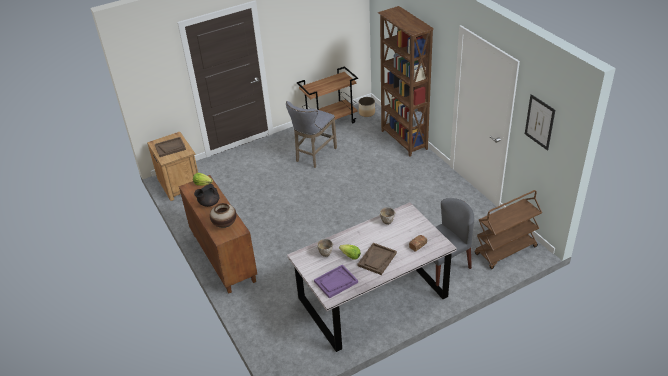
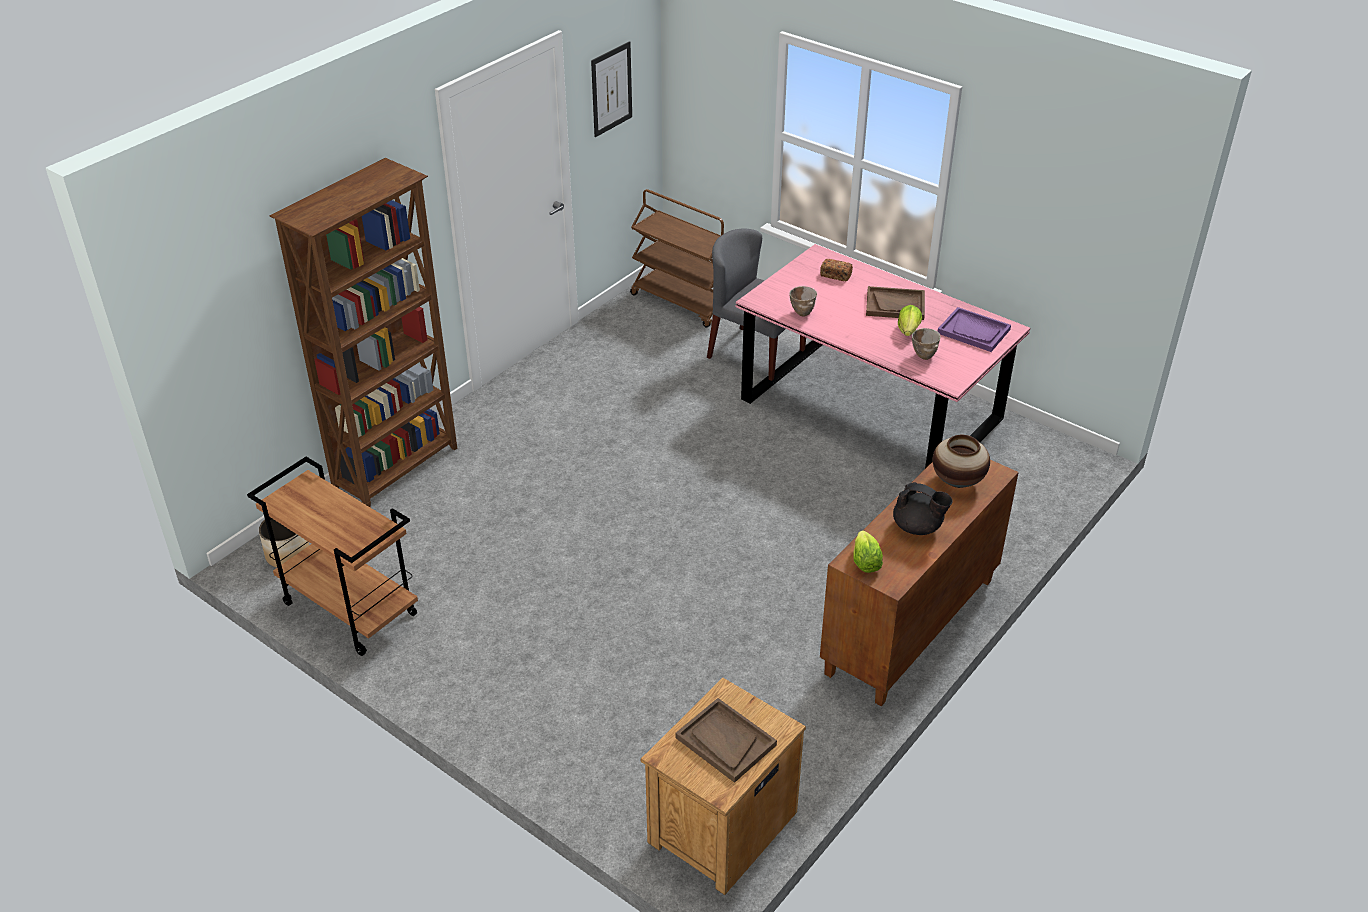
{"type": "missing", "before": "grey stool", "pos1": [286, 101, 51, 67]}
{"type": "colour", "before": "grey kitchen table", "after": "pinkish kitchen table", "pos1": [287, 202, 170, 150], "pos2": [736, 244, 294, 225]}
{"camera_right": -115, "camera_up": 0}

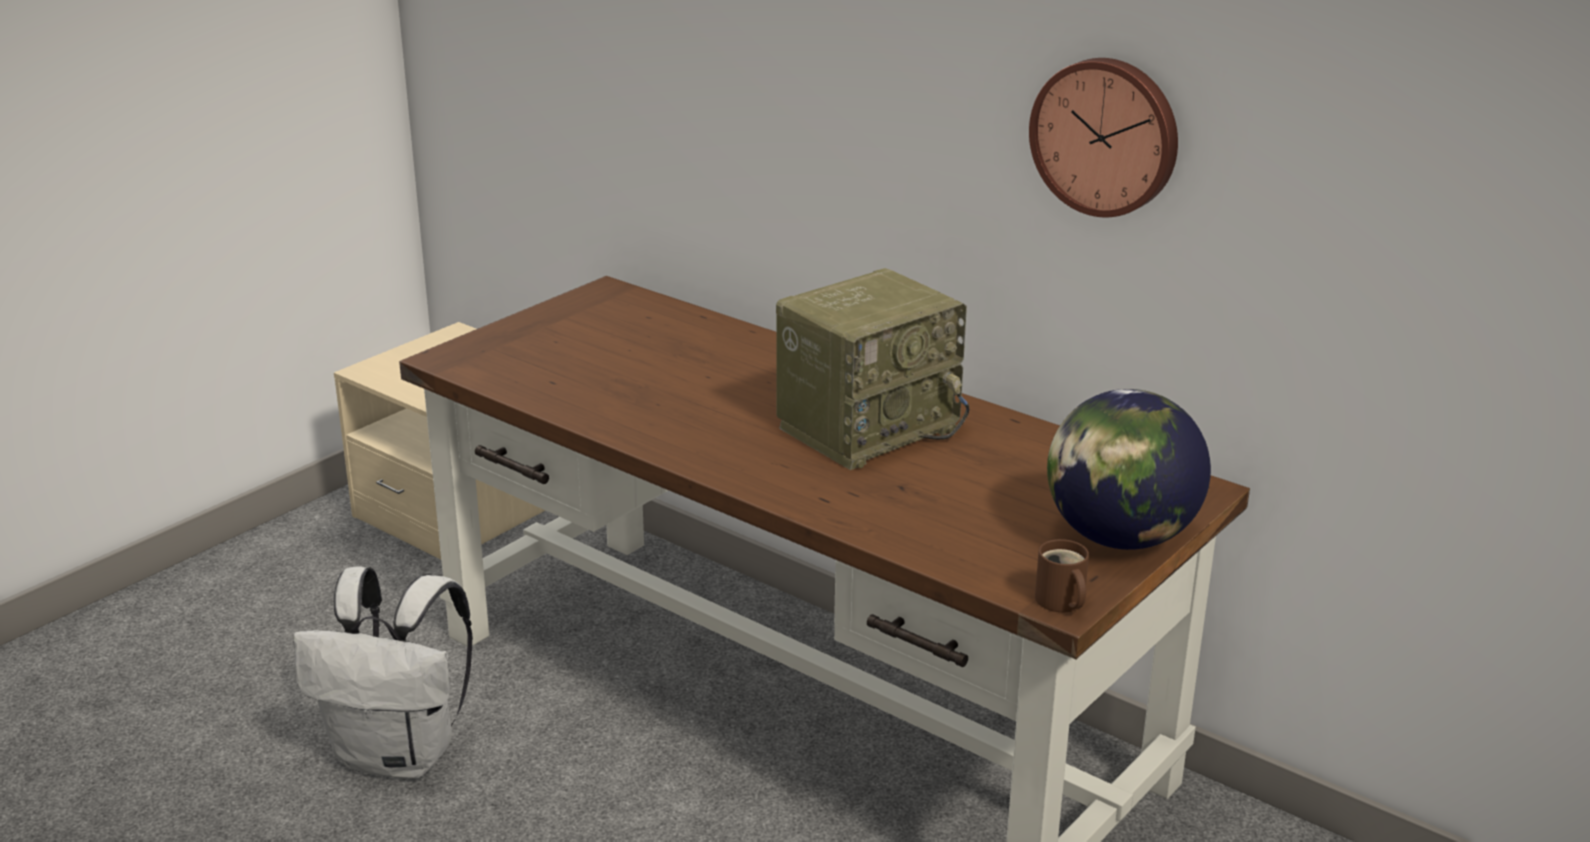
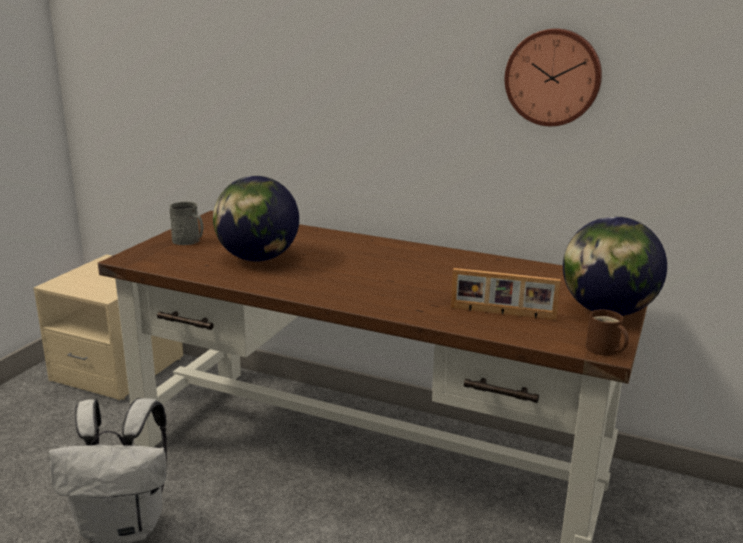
{"type": "missing", "before": "radio set", "pos1": [776, 268, 193, 202]}
{"type": "appeared", "after": "grey tea mug", "pos2": [169, 201, 34, 44]}
{"type": "appeared", "after": "world globe", "pos2": [213, 176, 86, 86]}
{"type": "appeared", "after": "standing frame", "pos2": [451, 268, 110, 52]}
{"camera_right": -15, "camera_up": -5}

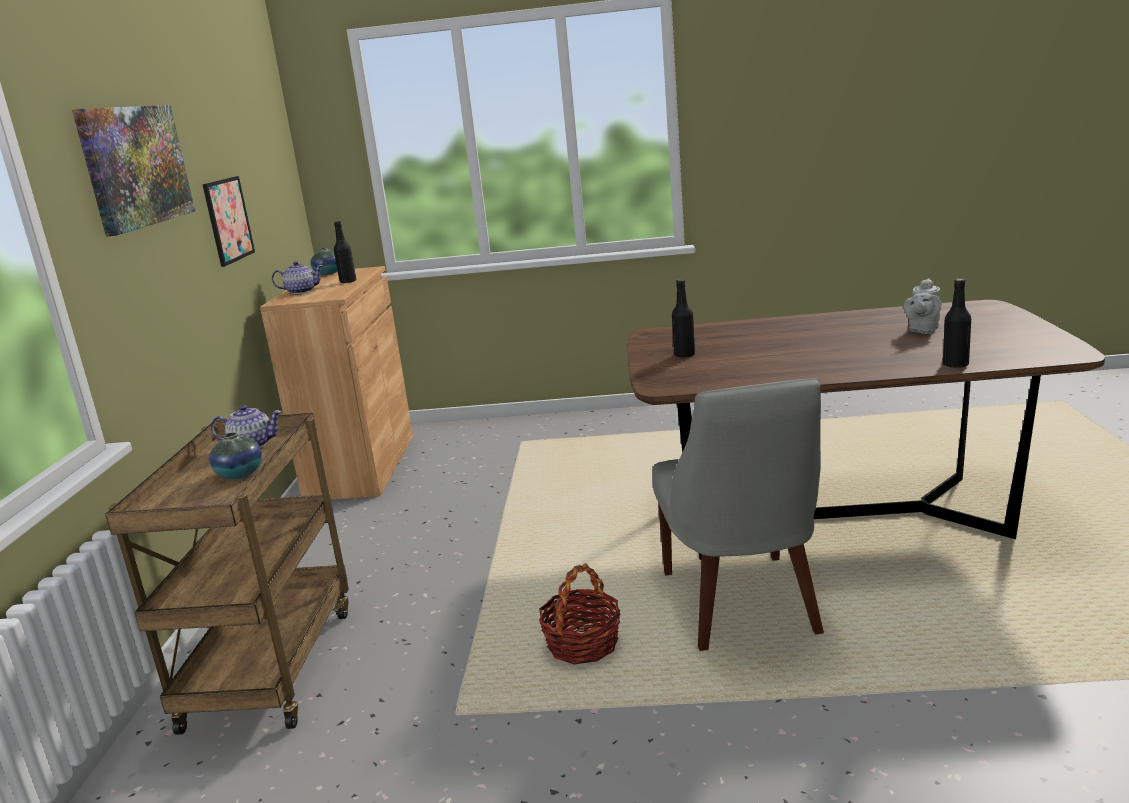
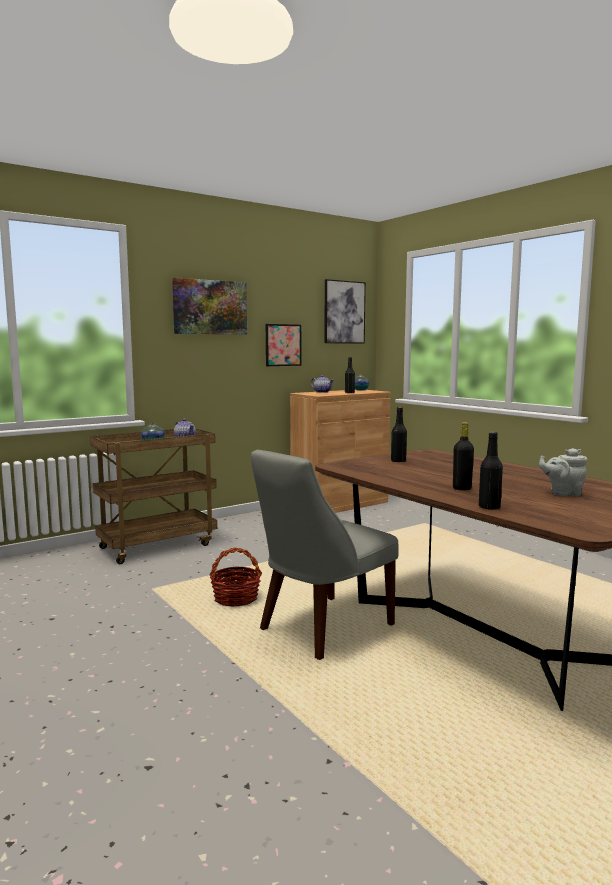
{"type": "appeared", "after": "wall art", "pos2": [324, 279, 42, 64]}
{"type": "appeared", "after": "blackish drink bottle", "pos2": [453, 422, 21, 68]}
{"camera_right": 50, "camera_up": -10}

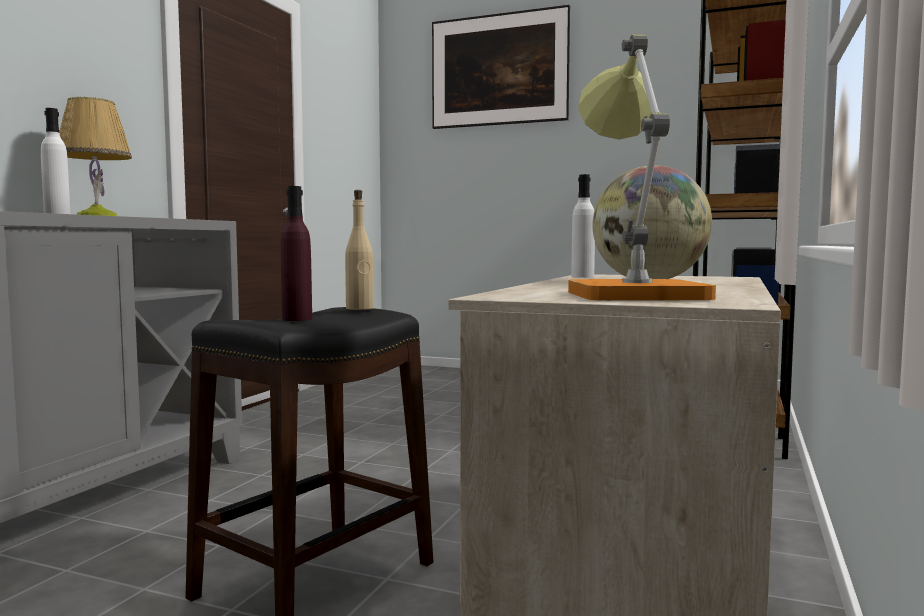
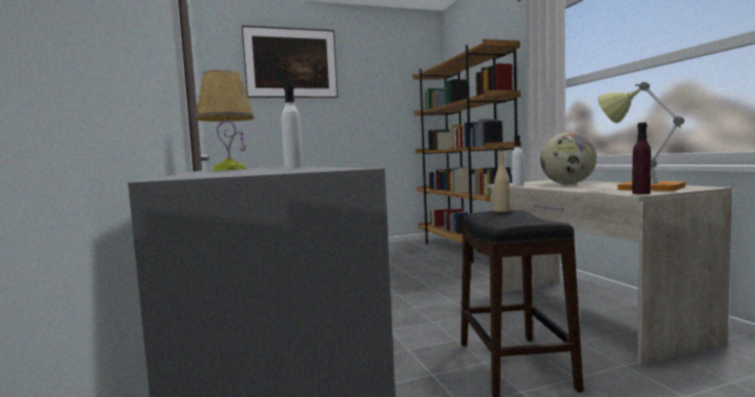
{"type": "relocated", "before": "purple drink bottle", "pos1": [281, 186, 31, 135], "pos2": [632, 123, 19, 71]}
{"camera_right": -40, "camera_up": 0}

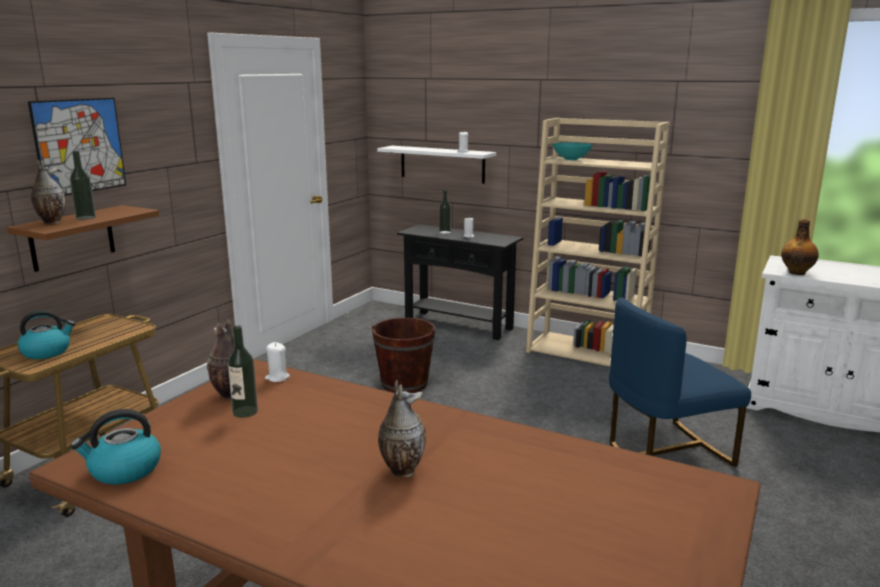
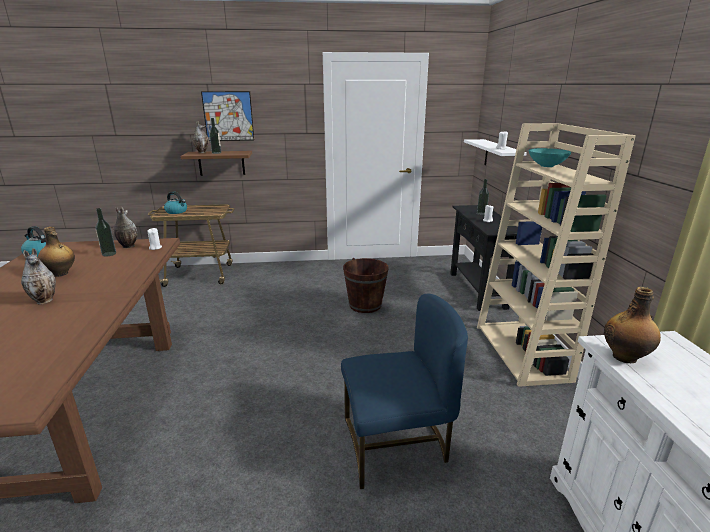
{"type": "appeared", "after": "drink bottle", "pos2": [38, 227, 37, 50]}
{"type": "spun", "before": "blue plain chair", "pos1": [609, 298, 142, 169], "pos2": [341, 294, 127, 195], "turn": 135}
{"camera_right": 55, "camera_up": 5}

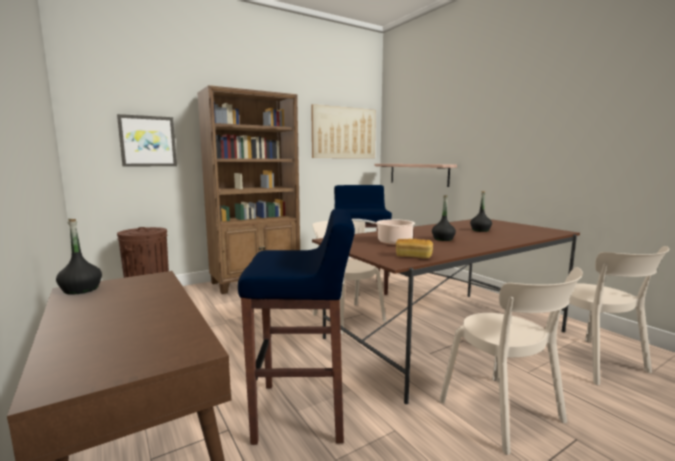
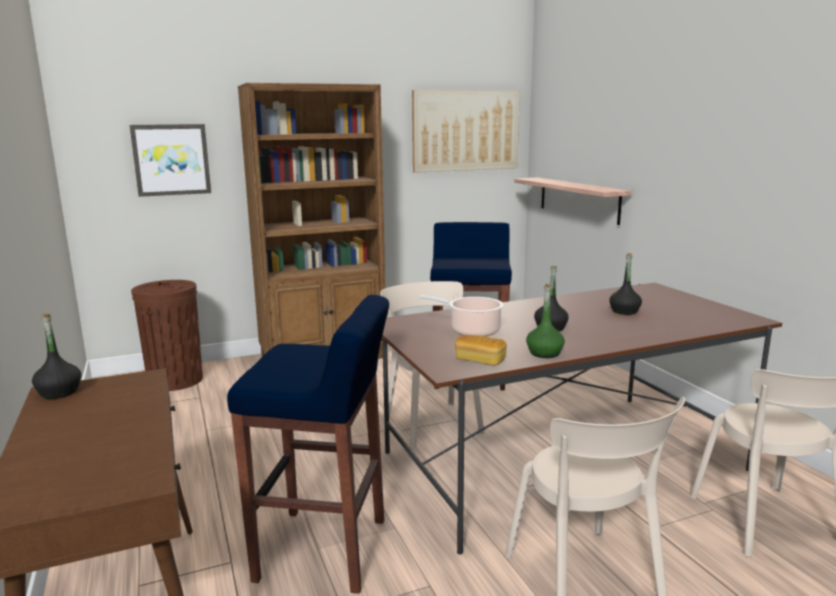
{"type": "appeared", "after": "green-coloured drink bottle", "pos2": [526, 283, 39, 75]}
{"camera_right": 10, "camera_up": 5}

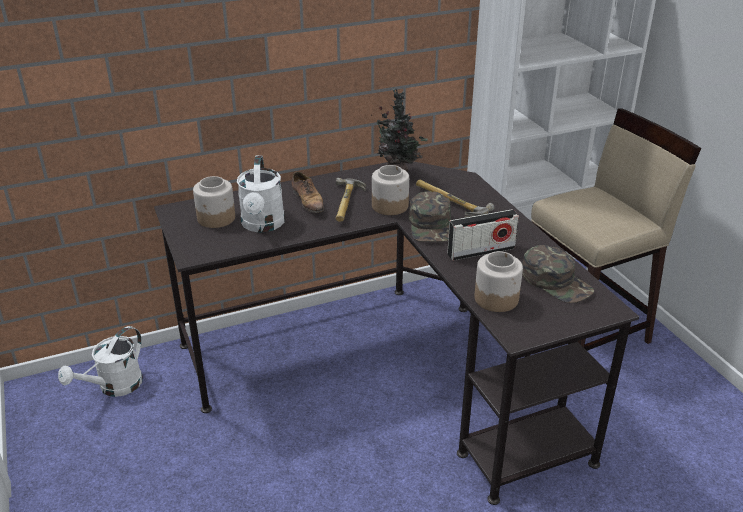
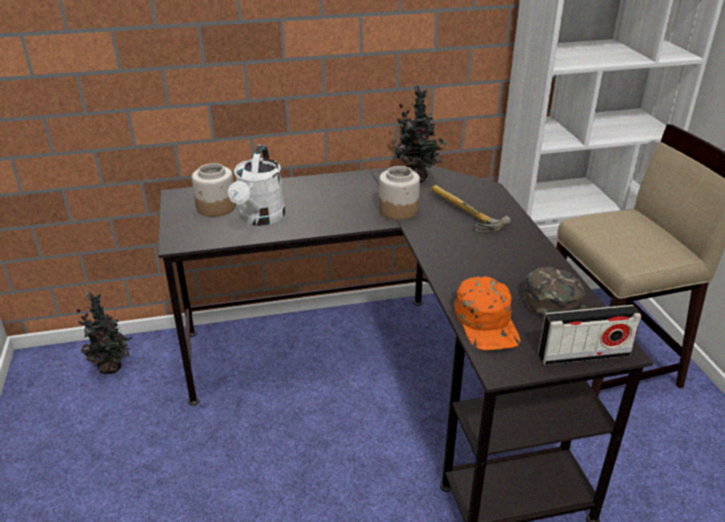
{"type": "missing", "before": "item of footwear", "pos1": [292, 172, 32, 41]}
{"type": "missing", "before": "hand hammer", "pos1": [336, 178, 30, 44]}
{"type": "missing", "before": "green-coloured baseball cap", "pos1": [409, 191, 42, 51]}
{"type": "relocated", "before": "radio set", "pos1": [447, 209, 72, 52], "pos2": [538, 305, 104, 60]}
{"type": "exchanged", "before": "white watering pot", "after": "potted plant", "pos1": [58, 326, 85, 71], "pos2": [77, 292, 55, 82]}
{"type": "exchanged", "before": "storage jar", "after": "orange baseball cap", "pos1": [475, 251, 48, 61], "pos2": [454, 276, 66, 74]}
{"camera_right": 10, "camera_up": 0}

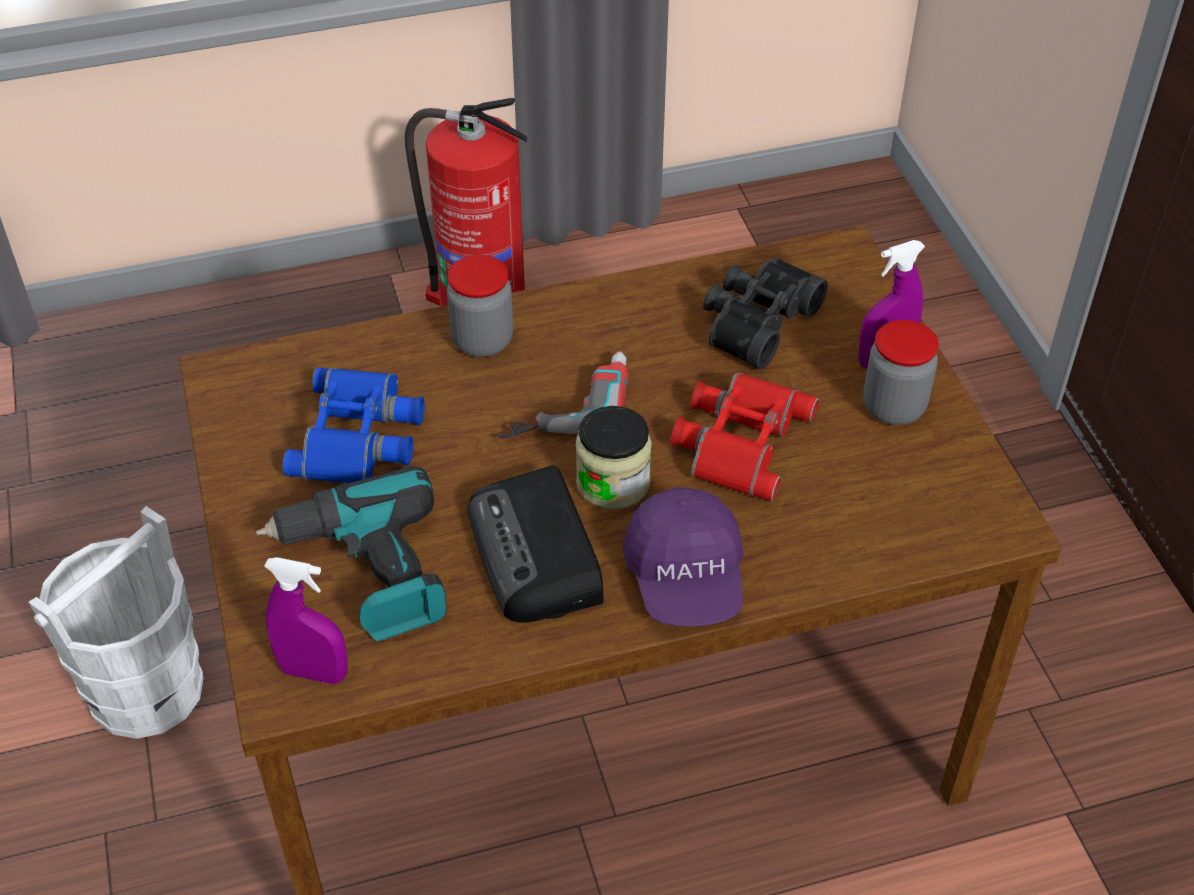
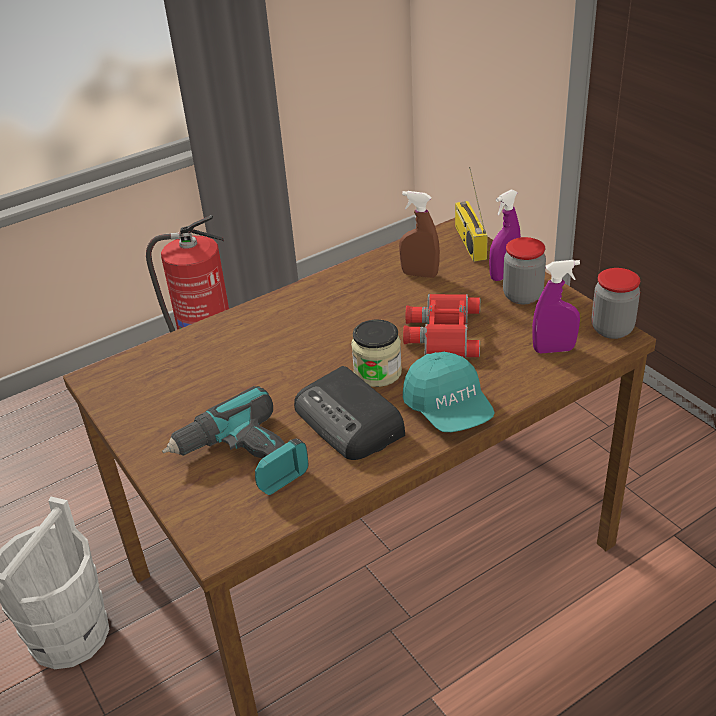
{"type": "missing", "before": "blue field glasses", "pos1": [283, 367, 142, 116]}
{"type": "missing", "before": "drill", "pos1": [498, 351, 130, 87]}
{"type": "appeared", "after": "radio set", "pos2": [455, 167, 33, 95]}
{"type": "relocated", "before": "purple hand sprayer", "pos1": [264, 557, 84, 127], "pos2": [532, 260, 48, 93]}
{"type": "relocated", "before": "storage jar", "pos1": [447, 255, 66, 102], "pos2": [592, 268, 48, 71]}
{"type": "exchanged", "before": "blackish field glasses", "after": "brown hand sprayer", "pos1": [703, 258, 125, 112], "pos2": [399, 191, 41, 87]}
{"type": "colour", "before": "purple baseball cap", "after": "turquoise-coloured baseball cap", "pos1": [622, 487, 121, 140], "pos2": [403, 352, 92, 80]}
{"camera_right": -15, "camera_up": -10}

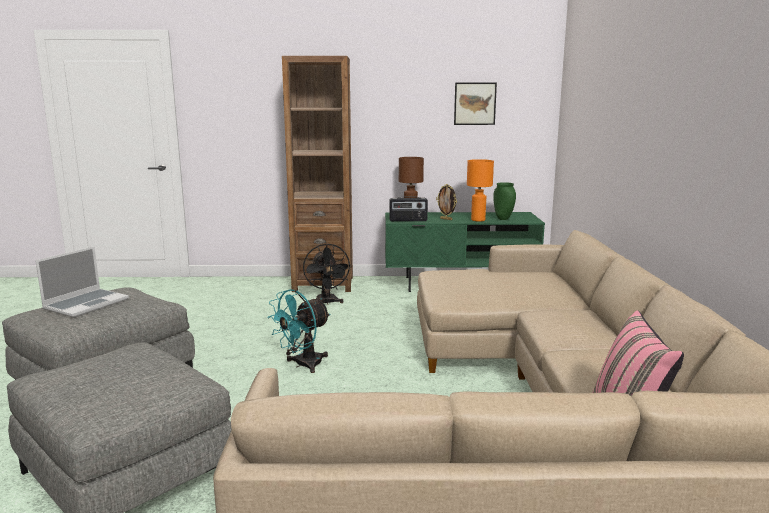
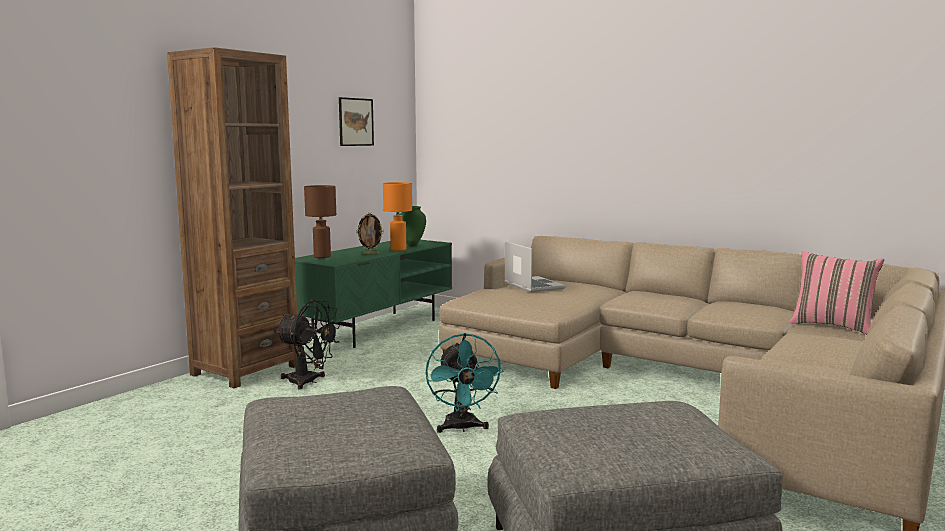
{"type": "missing", "before": "radio set", "pos1": [389, 197, 39, 24]}
{"type": "relocated", "before": "portable computer", "pos1": [35, 246, 94, 72], "pos2": [505, 241, 61, 51]}
{"camera_right": -55, "camera_up": -5}

